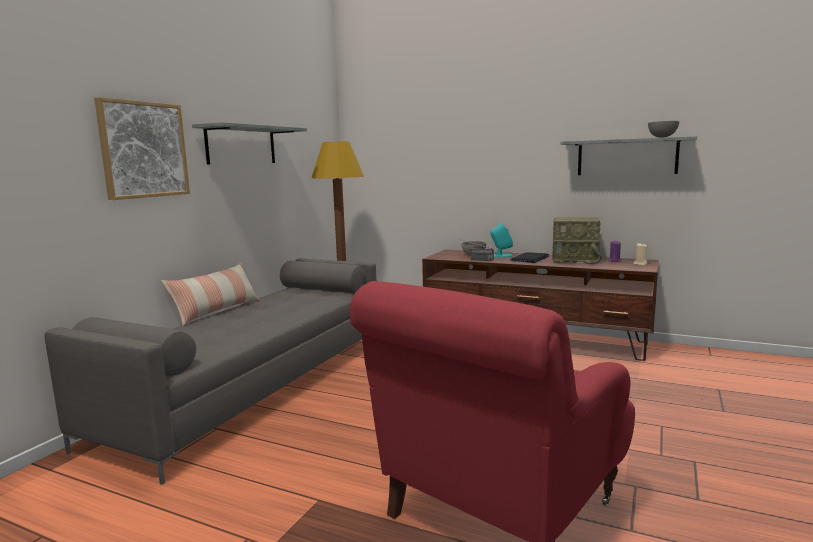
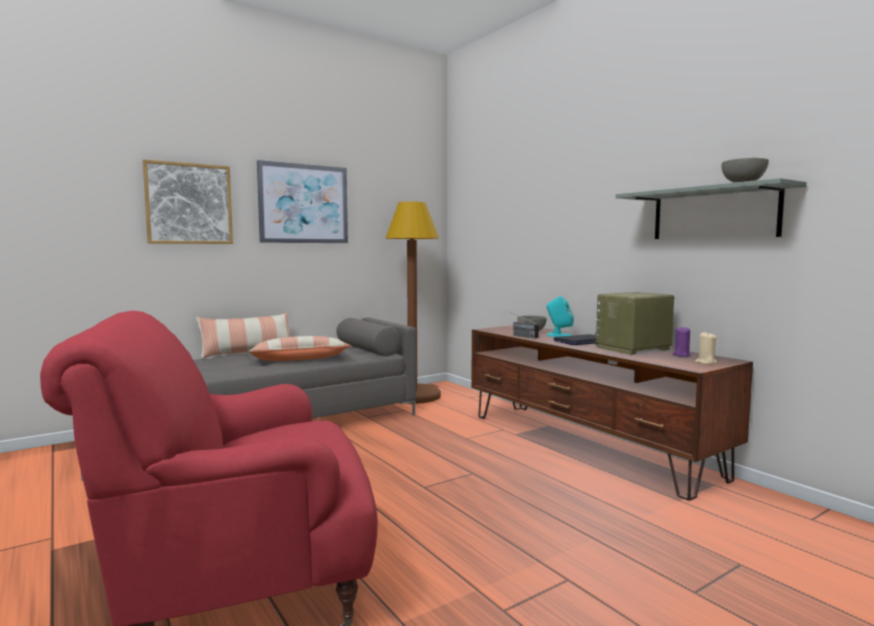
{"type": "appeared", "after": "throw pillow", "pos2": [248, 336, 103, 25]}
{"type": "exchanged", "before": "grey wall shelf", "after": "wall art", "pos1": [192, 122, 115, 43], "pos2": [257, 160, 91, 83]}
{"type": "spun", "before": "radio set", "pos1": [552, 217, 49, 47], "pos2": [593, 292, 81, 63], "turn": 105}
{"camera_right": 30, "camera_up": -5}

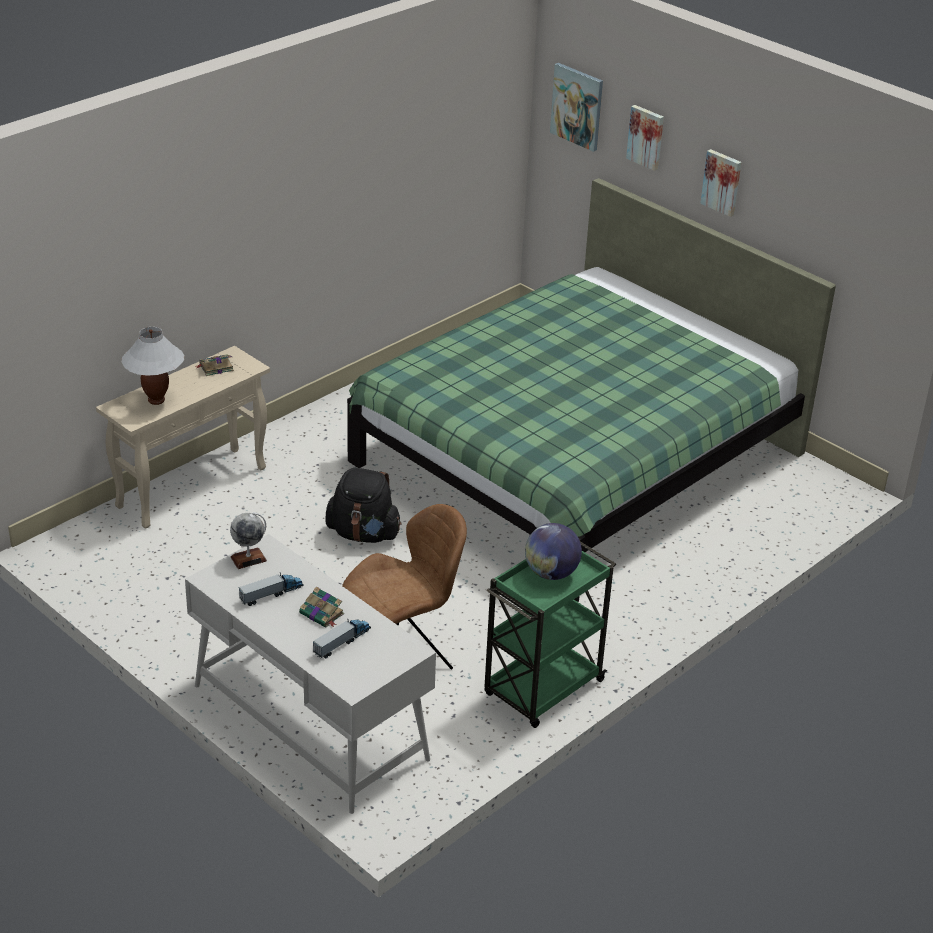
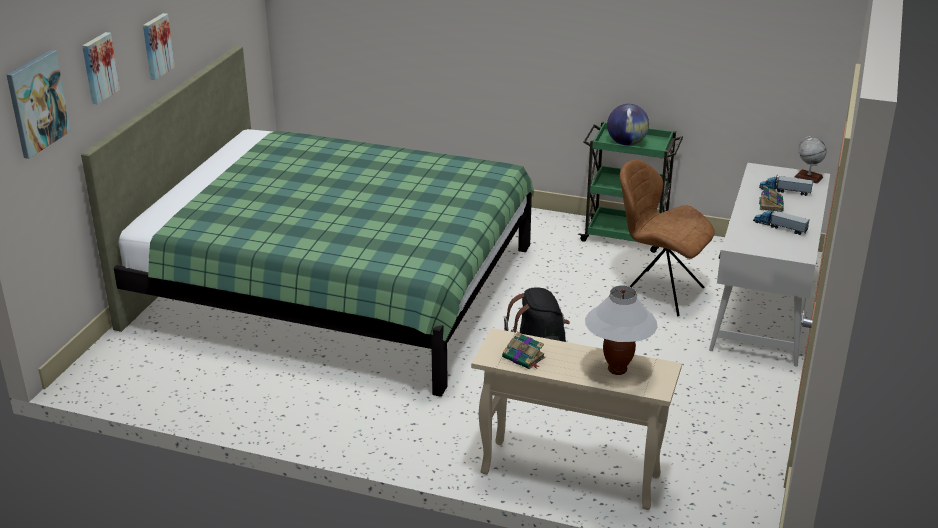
{"type": "relocated", "before": "world globe", "pos1": [230, 512, 37, 57], "pos2": [794, 136, 33, 48]}
{"camera_right": -115, "camera_up": -5}

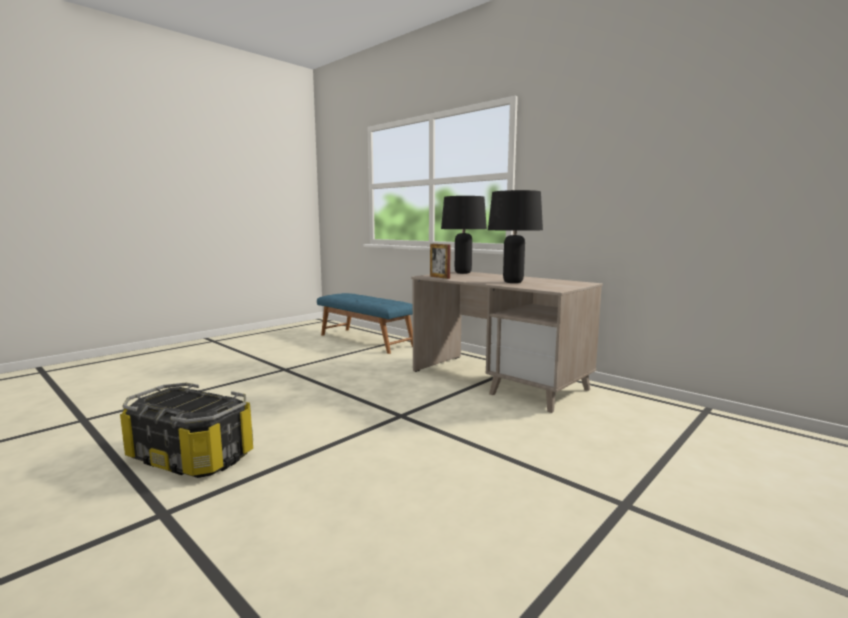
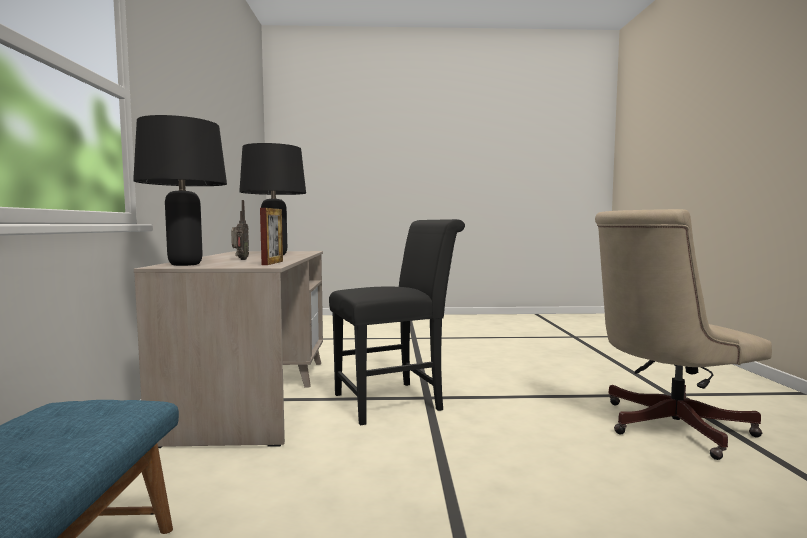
{"type": "appeared", "after": "radio set", "pos2": [231, 200, 18, 60]}
{"type": "appeared", "after": "blackish plain chair", "pos2": [329, 219, 136, 206]}
{"type": "exchanged", "before": "storage box", "after": "beige-coloured desk chair", "pos1": [120, 383, 133, 95], "pos2": [595, 209, 177, 251]}
{"camera_right": -135, "camera_up": -5}

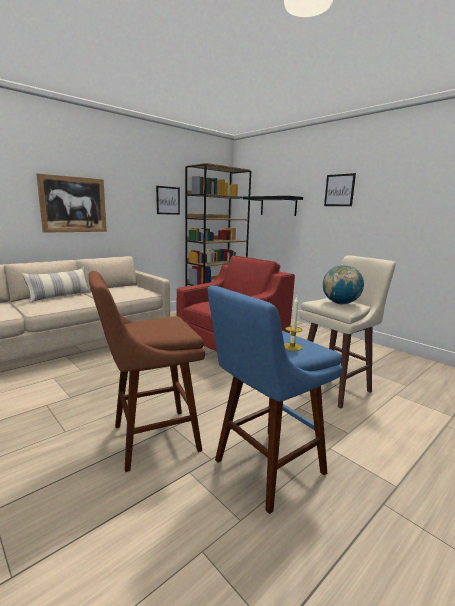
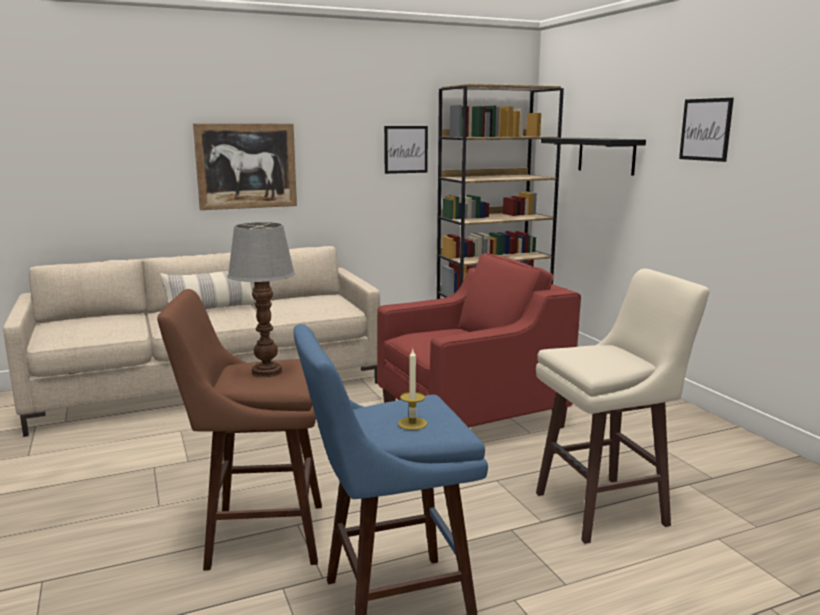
{"type": "missing", "before": "world globe", "pos1": [323, 265, 41, 40]}
{"type": "appeared", "after": "table lamp", "pos2": [227, 222, 68, 156]}
{"camera_right": 20, "camera_up": 0}

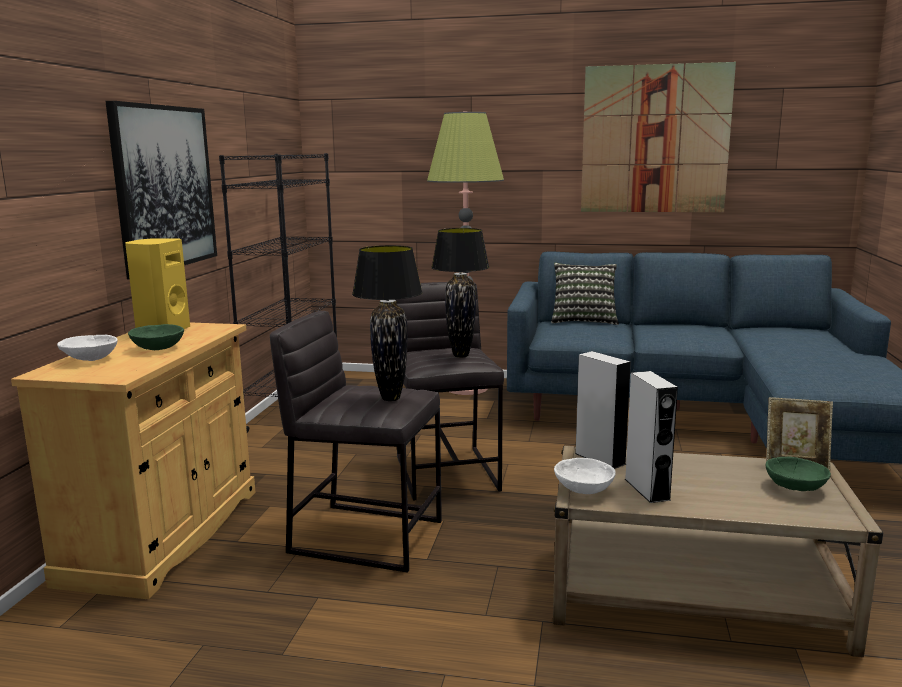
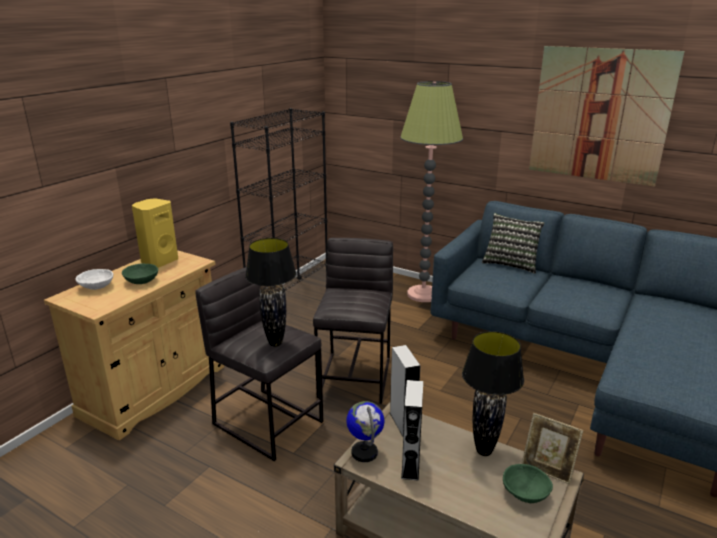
{"type": "missing", "before": "wall art", "pos1": [105, 101, 112, 179]}
{"type": "relocated", "before": "blackish table lamp", "pos1": [431, 228, 58, 130], "pos2": [462, 331, 62, 125]}
{"type": "exchanged", "before": "white deep dish", "after": "world globe", "pos1": [554, 458, 62, 36], "pos2": [347, 401, 37, 61]}
{"camera_right": 20, "camera_up": 10}

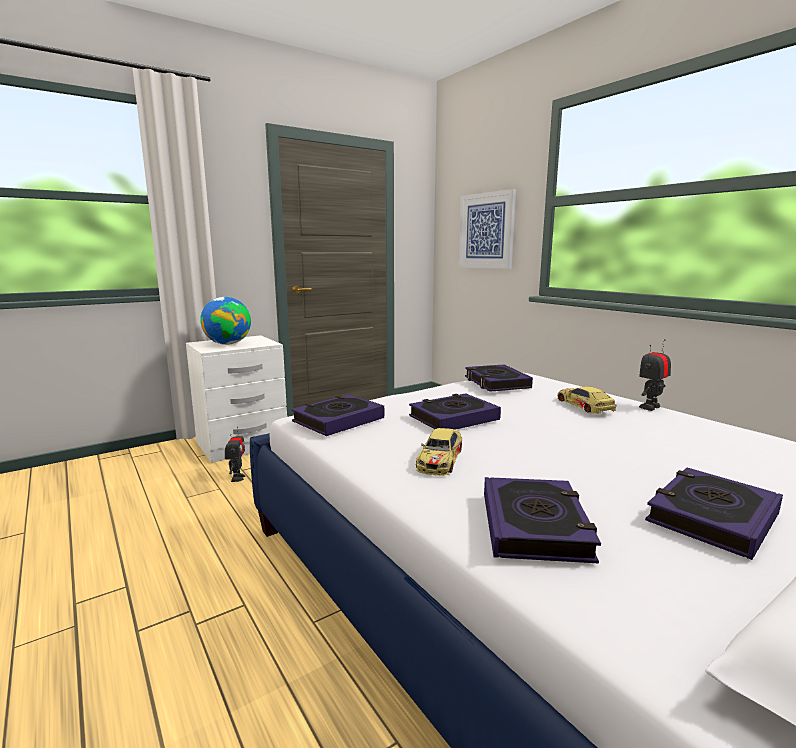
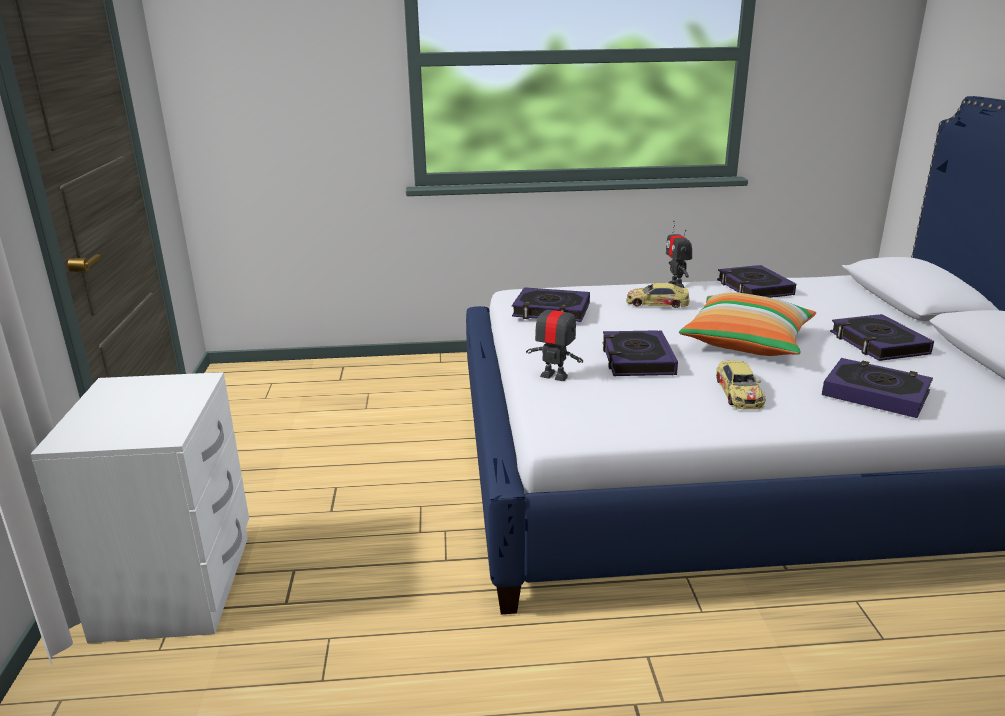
{"type": "missing", "before": "world globe", "pos1": [200, 297, 51, 48]}
{"type": "missing", "before": "wall art", "pos1": [459, 189, 57, 80]}
{"type": "appeared", "after": "throw pillow", "pos2": [679, 292, 137, 64]}
{"type": "relocated", "before": "robot figure", "pos1": [225, 427, 20, 55], "pos2": [526, 297, 57, 84]}
{"type": "relocated", "before": "book", "pos1": [291, 394, 94, 42], "pos2": [717, 265, 79, 33]}
{"type": "spun", "before": "miniature car", "pos1": [416, 428, 46, 48], "pos2": [716, 361, 49, 49], "turn": 45}
{"camera_right": -60, "camera_up": 10}

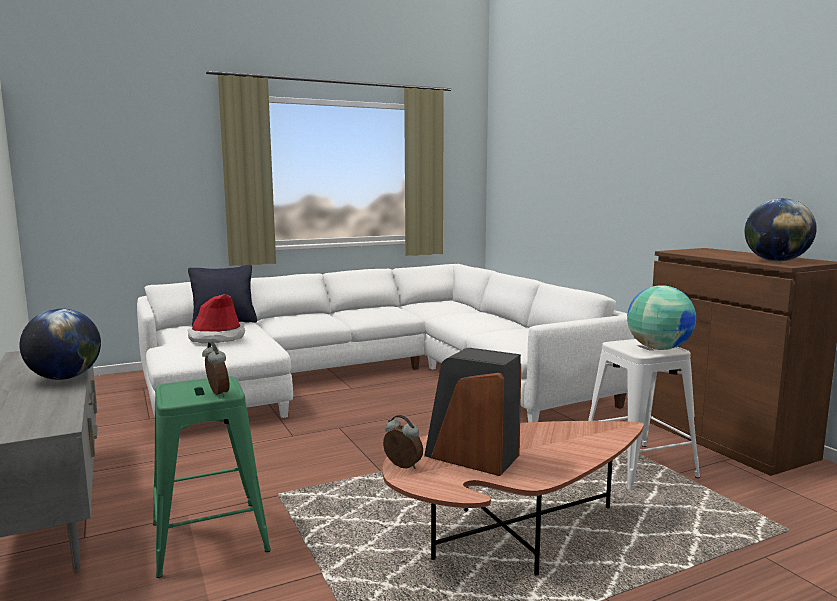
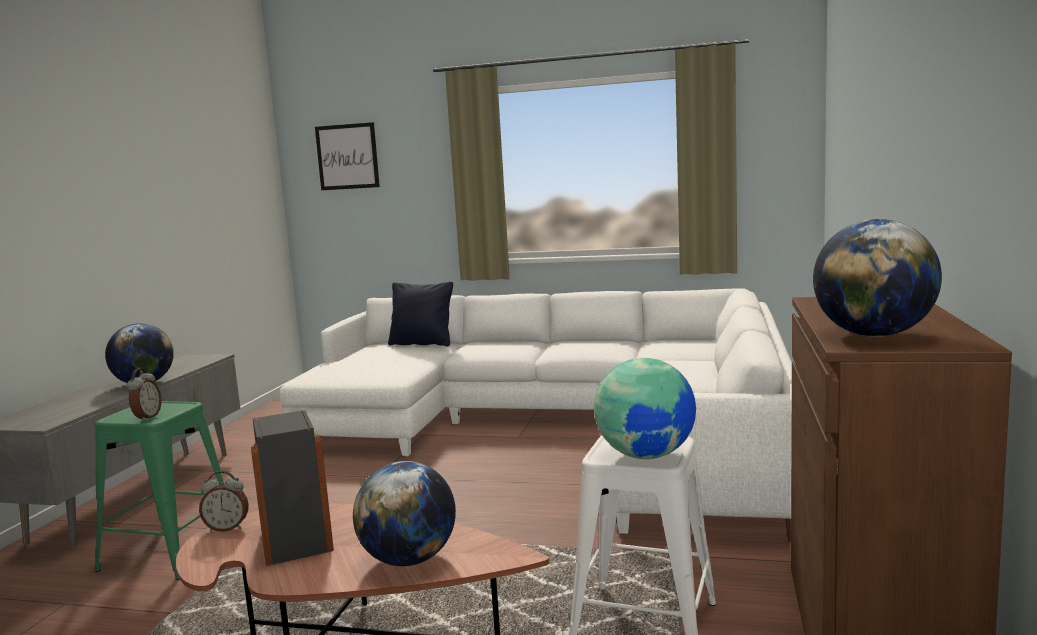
{"type": "missing", "before": "clothing hat", "pos1": [188, 294, 57, 49]}
{"type": "appeared", "after": "wall art", "pos2": [315, 122, 65, 68]}
{"type": "appeared", "after": "world globe", "pos2": [353, 461, 103, 105]}
{"type": "spun", "before": "table clock", "pos1": [383, 415, 40, 54], "pos2": [199, 471, 50, 61], "turn": 105}
{"camera_right": 40, "camera_up": 0}

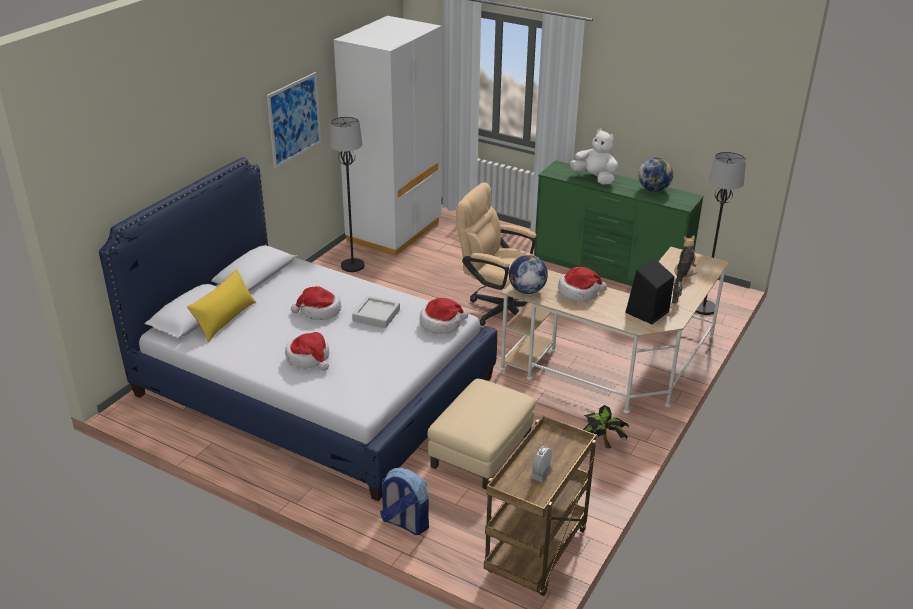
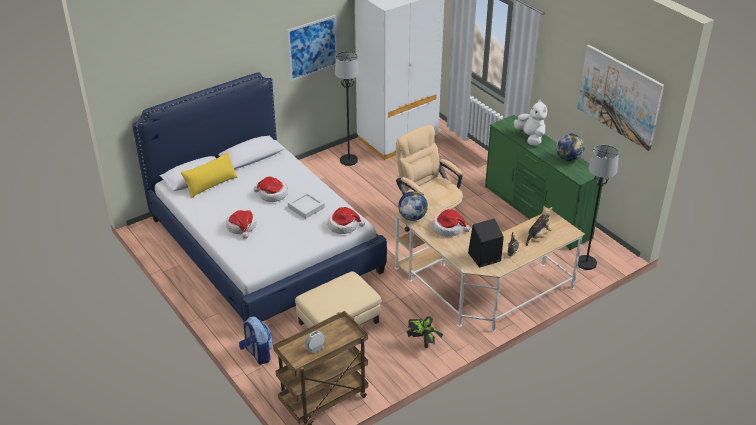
{"type": "appeared", "after": "wall art", "pos2": [577, 45, 87, 106]}
{"camera_right": 25, "camera_up": 5}

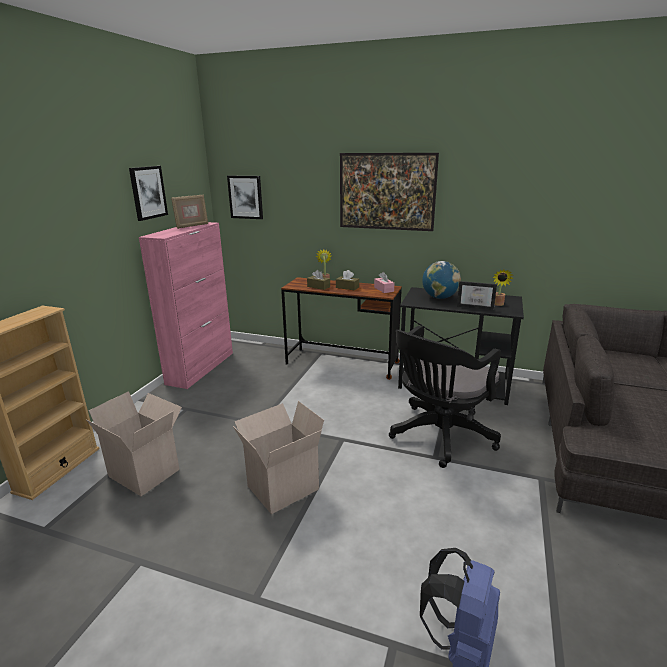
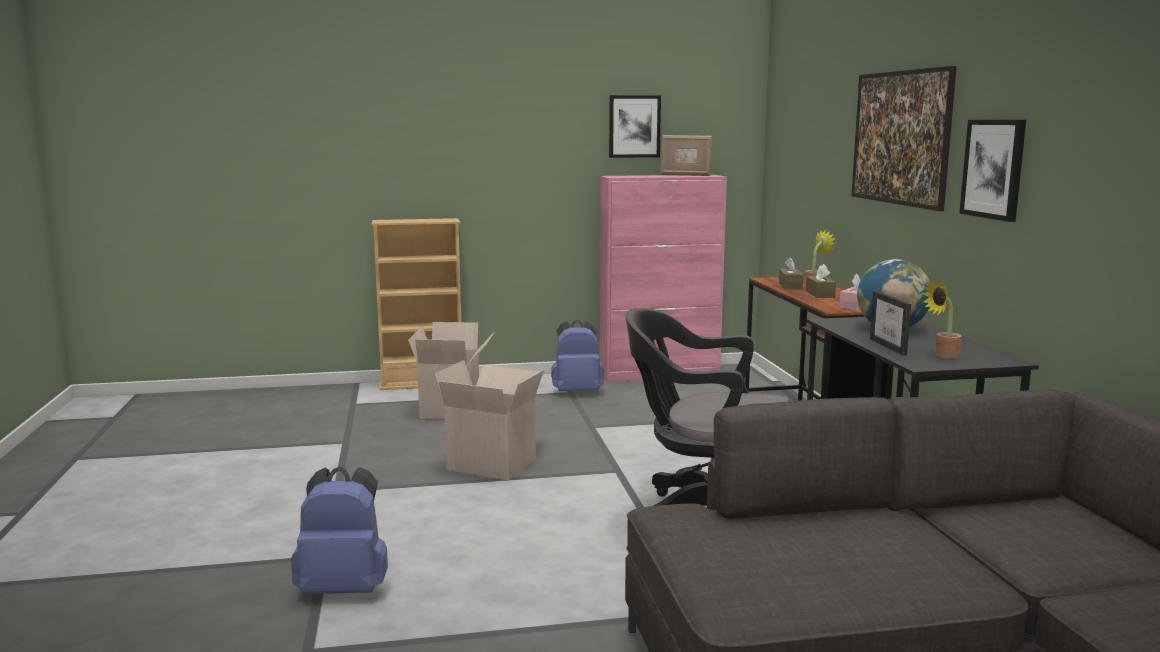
{"type": "appeared", "after": "blue backpack", "pos2": [551, 319, 54, 72]}
{"type": "relocated", "before": "wall art", "pos1": [227, 176, 36, 43], "pos2": [959, 120, 67, 102]}
{"camera_right": 60, "camera_up": -10}

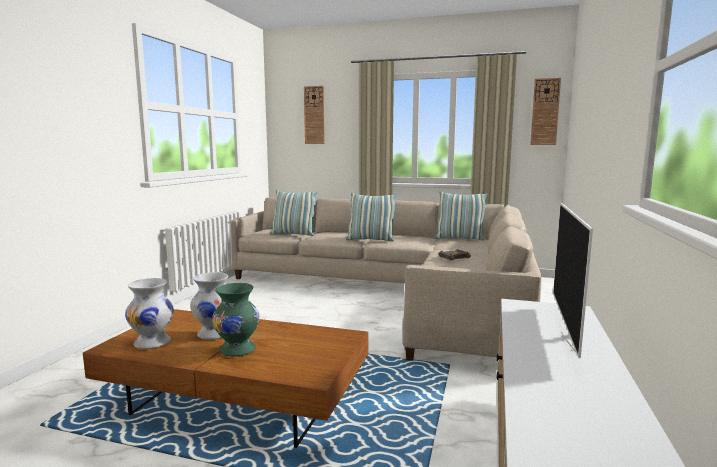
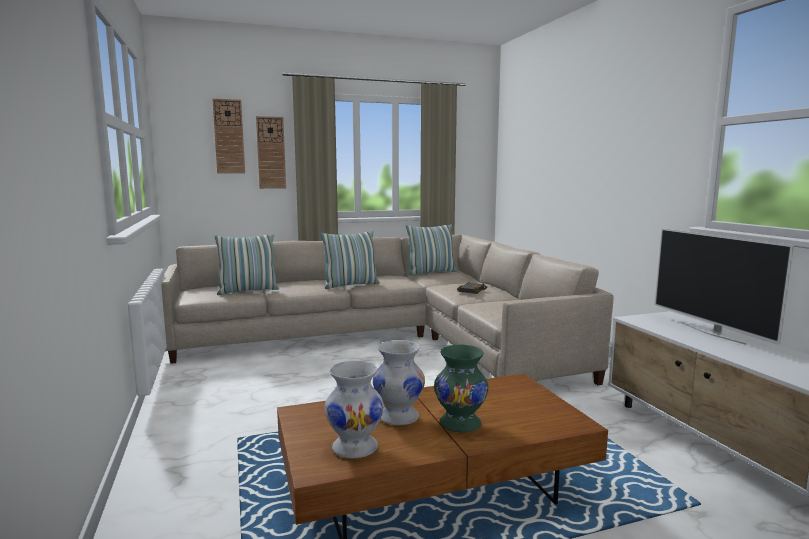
{"type": "relocated", "before": "wall clock", "pos1": [530, 78, 31, 67], "pos2": [256, 116, 30, 73]}
{"camera_right": -35, "camera_up": 0}

